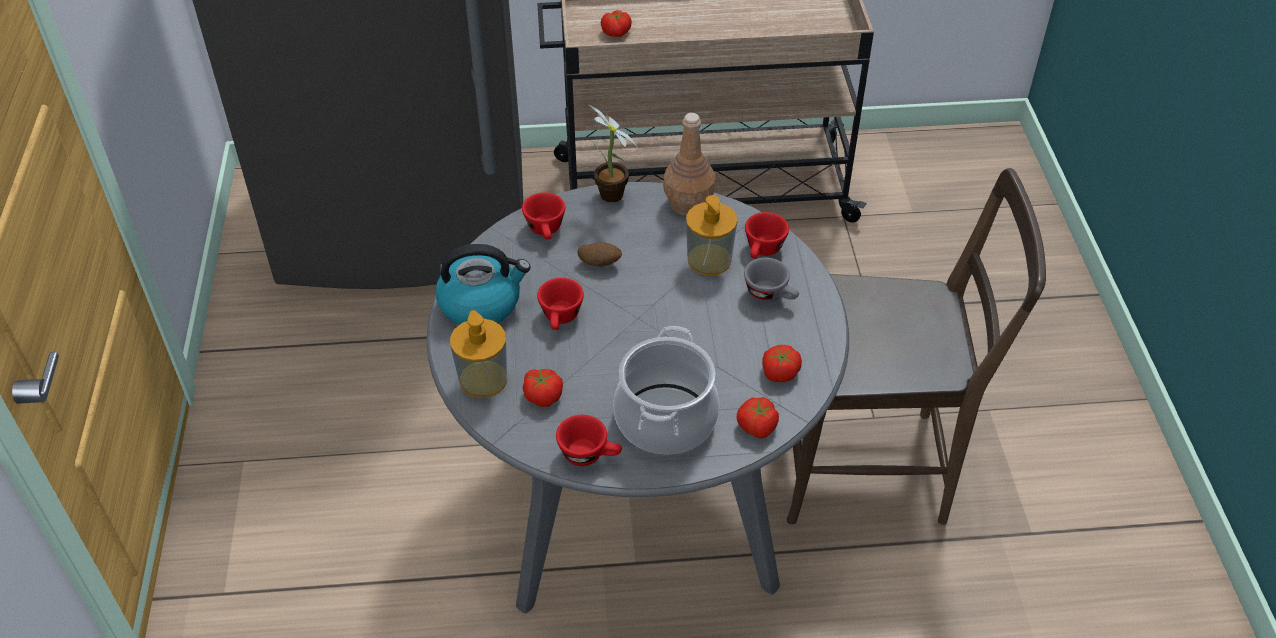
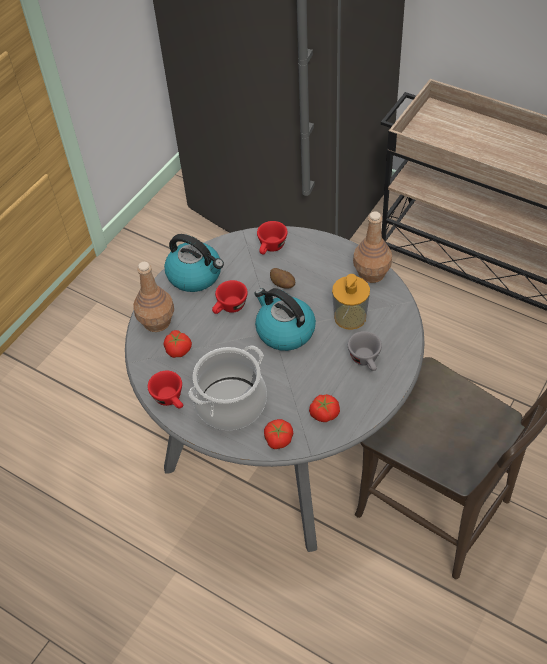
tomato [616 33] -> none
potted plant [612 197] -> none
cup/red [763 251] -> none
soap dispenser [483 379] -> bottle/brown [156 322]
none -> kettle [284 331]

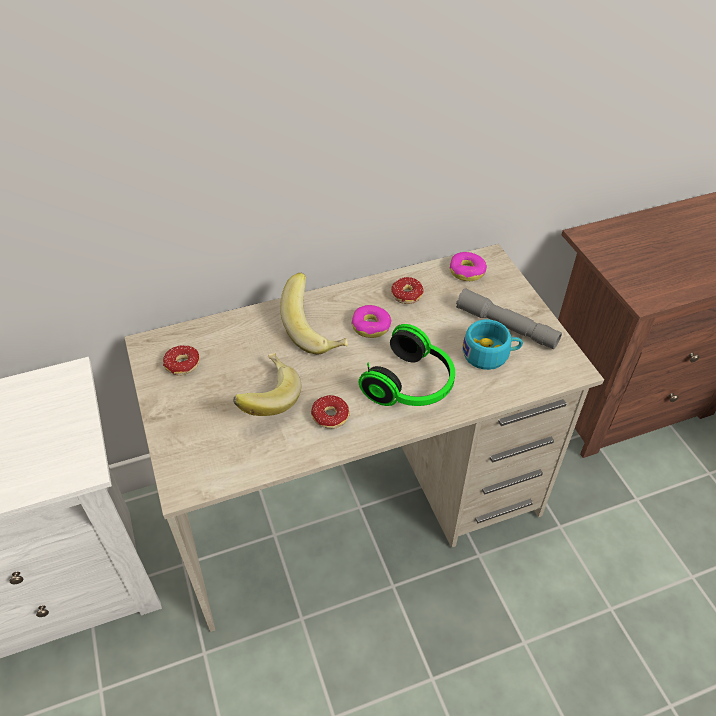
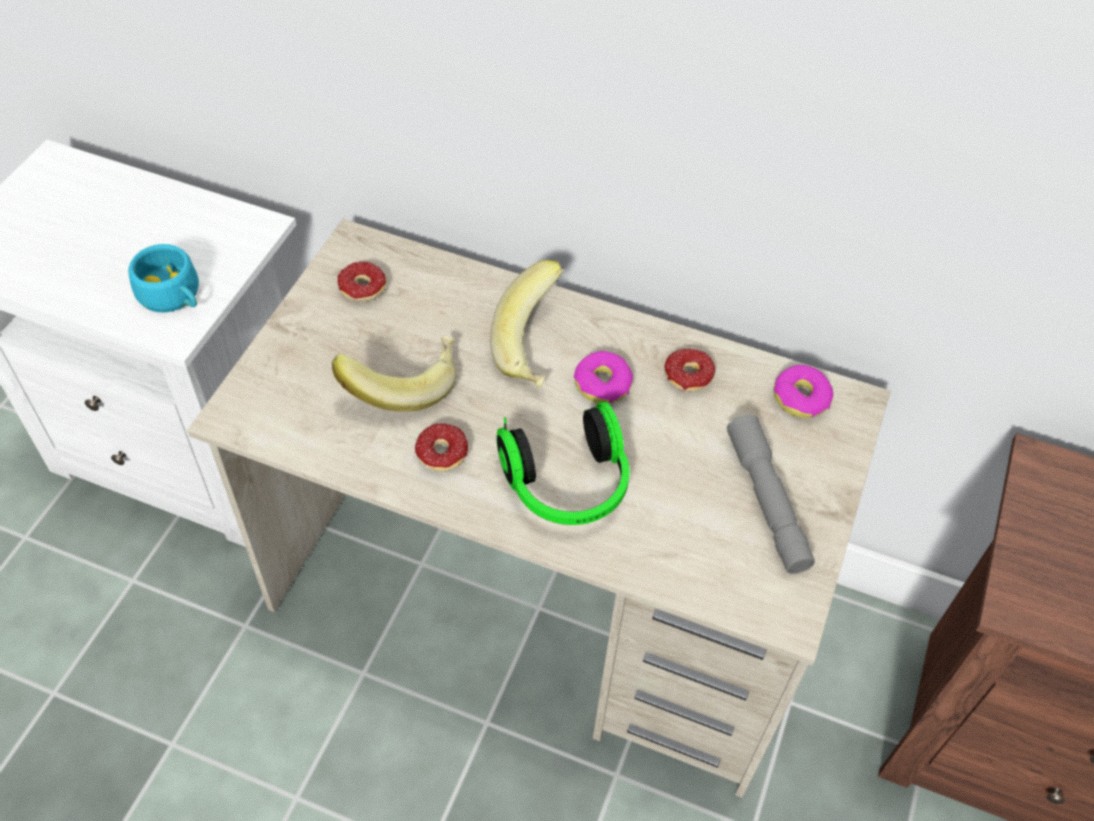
cup/turquoise [490 354] -> cup/turquoise [173 296], relocated

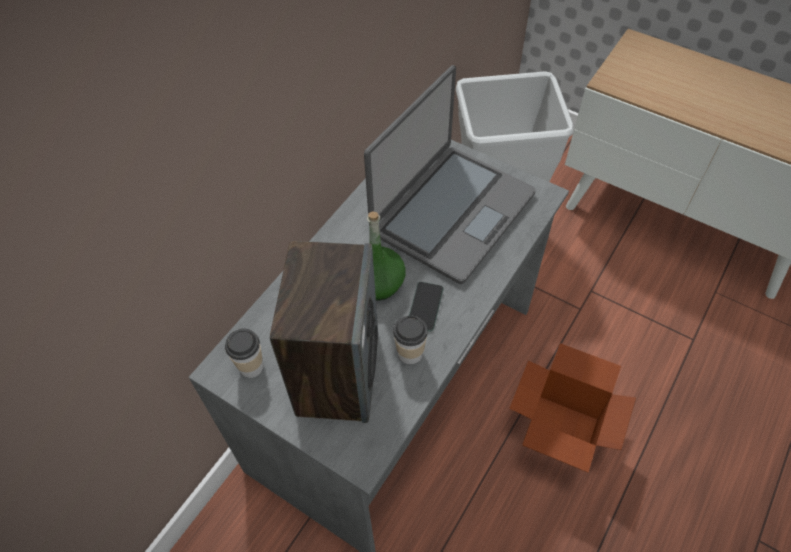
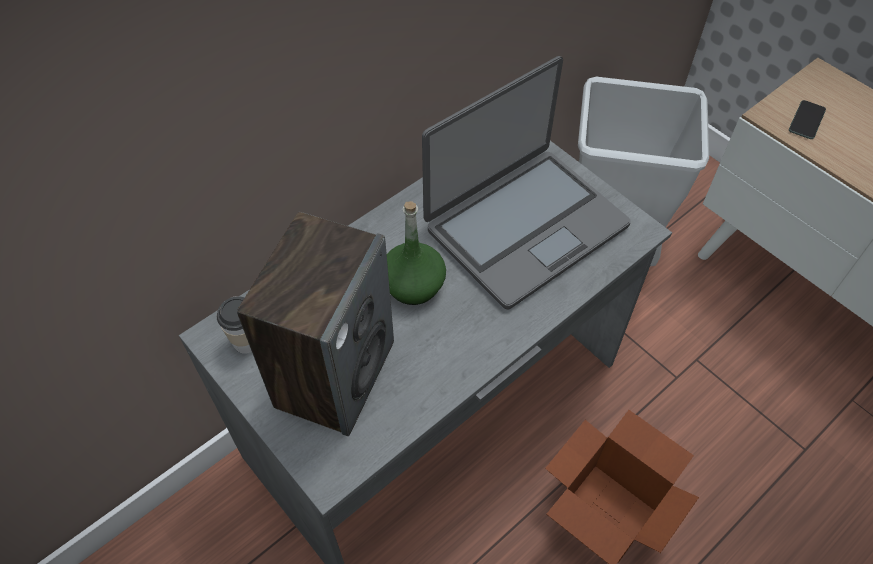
phone [425 307] -> phone [806 120], relocated
cup [410 353] -> none

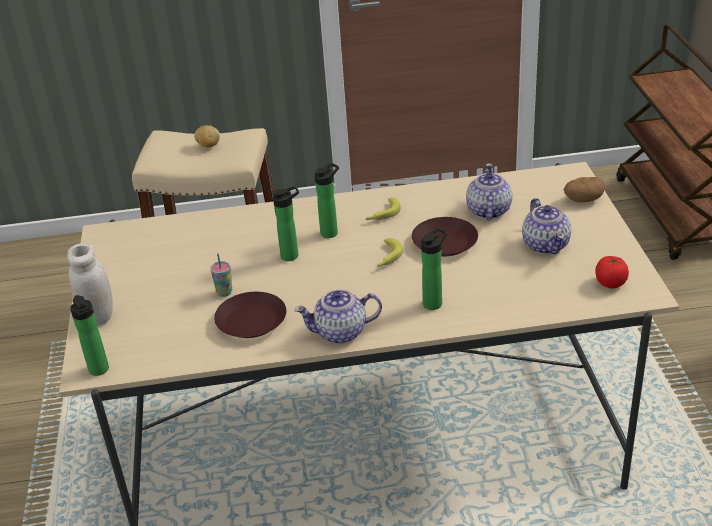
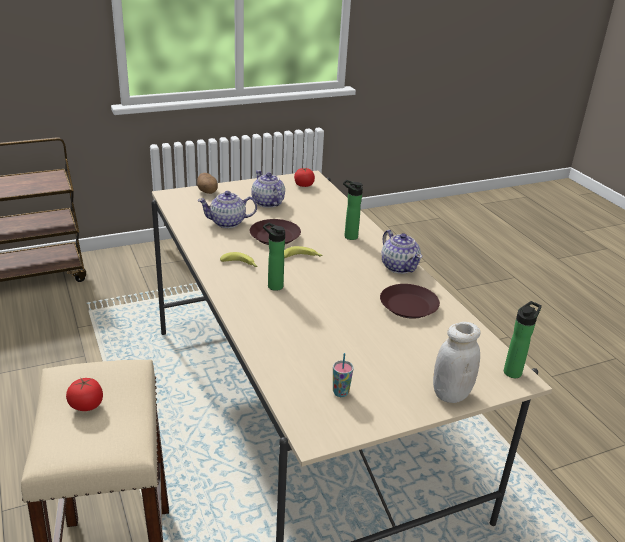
potato [208 146] -> tomato [86 405]
bottle [292 255] -> none
teapot [546 244] -> teapot [267 203], 90 degrees counterclockwise
cup [224 292] -> cup [340 392], relocated

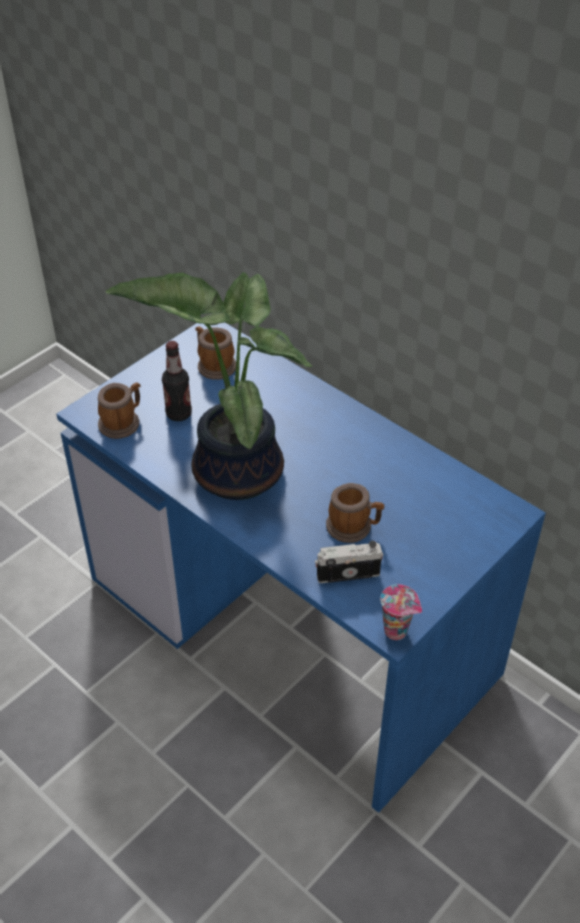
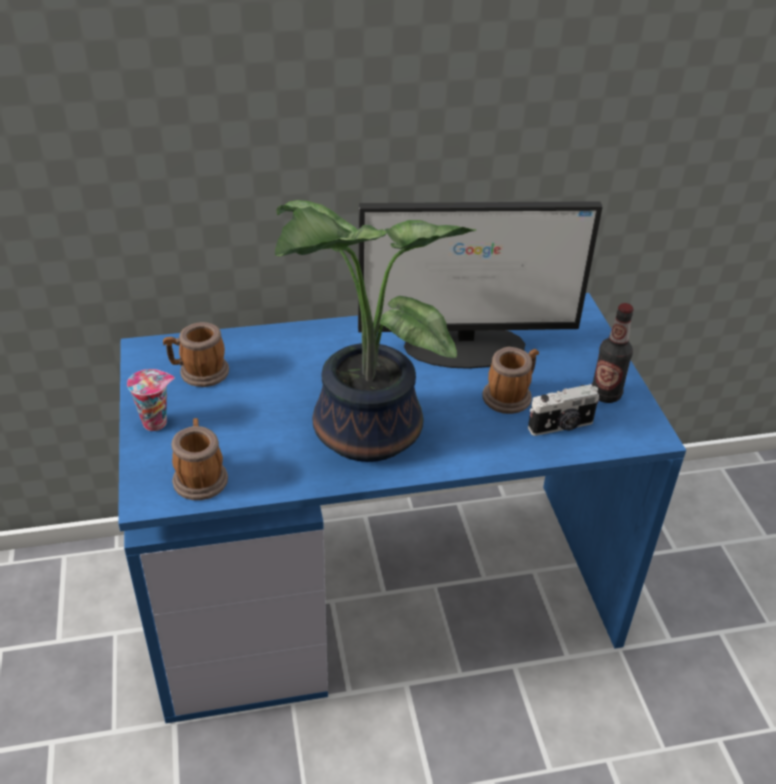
bottle [179 414] -> bottle [605 394], relocated
photo camera [347 572] -> photo camera [561 426], 135 degrees counterclockwise
cup [397 631] -> cup [156 422], relocated
none -> monitor [467 346]

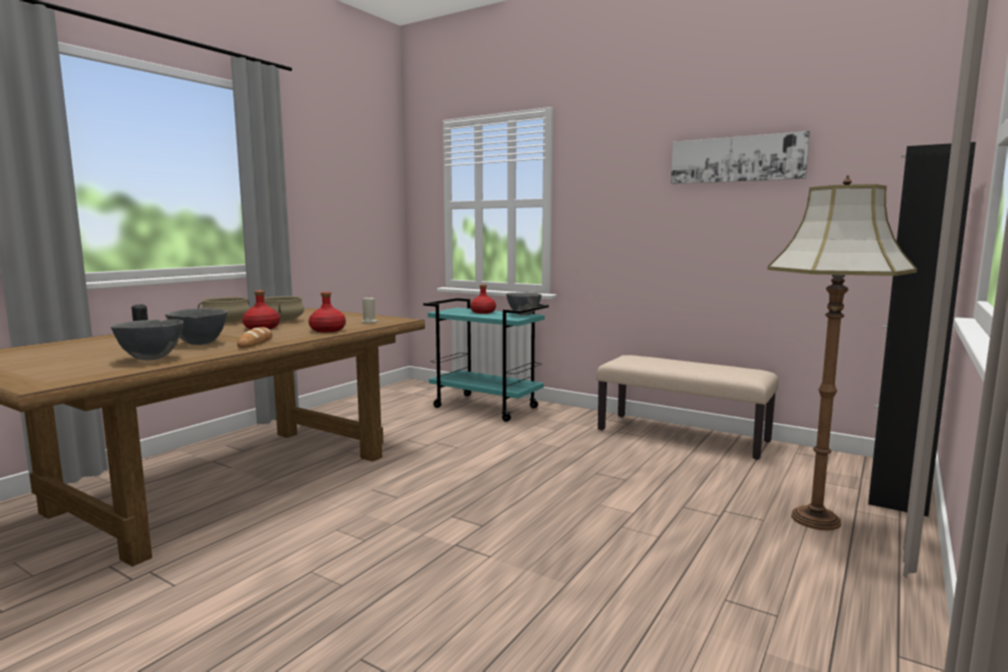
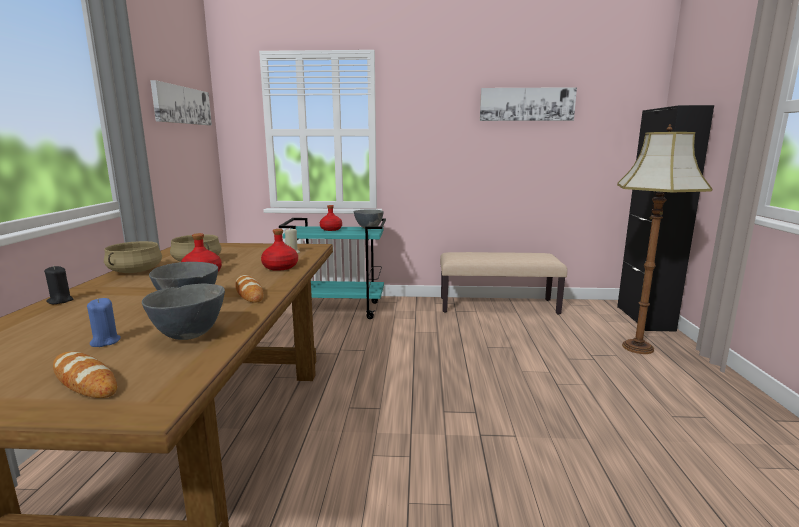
none -> picture [182 105]
none -> candle/blue [105 342]
none -> bread [84 380]

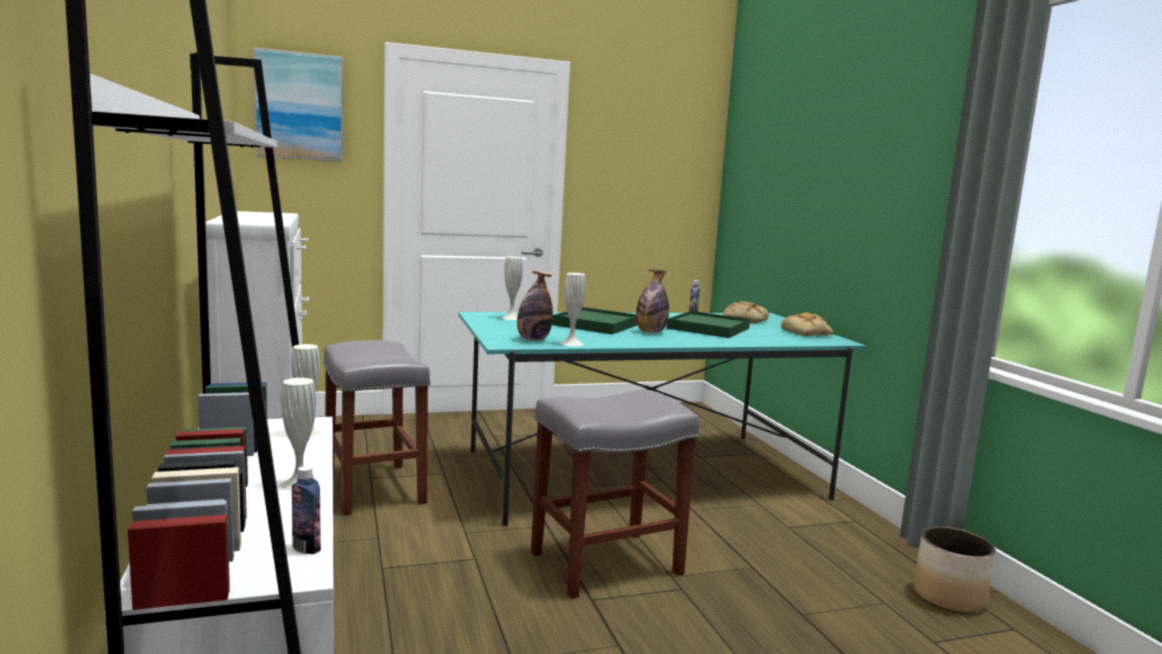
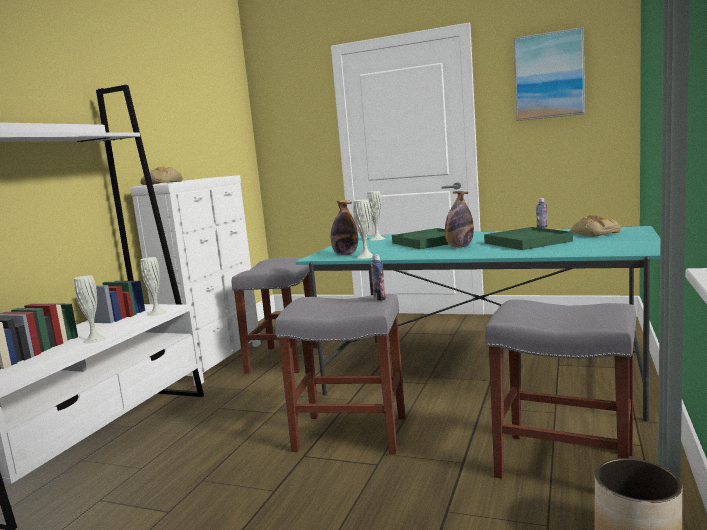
picture [299 106] -> picture [549 76], relocated
bread [807 333] -> bread [162 183], relocated
bottle [306 548] -> bottle [379 298], relocated
none -> stool/grey [562 464]

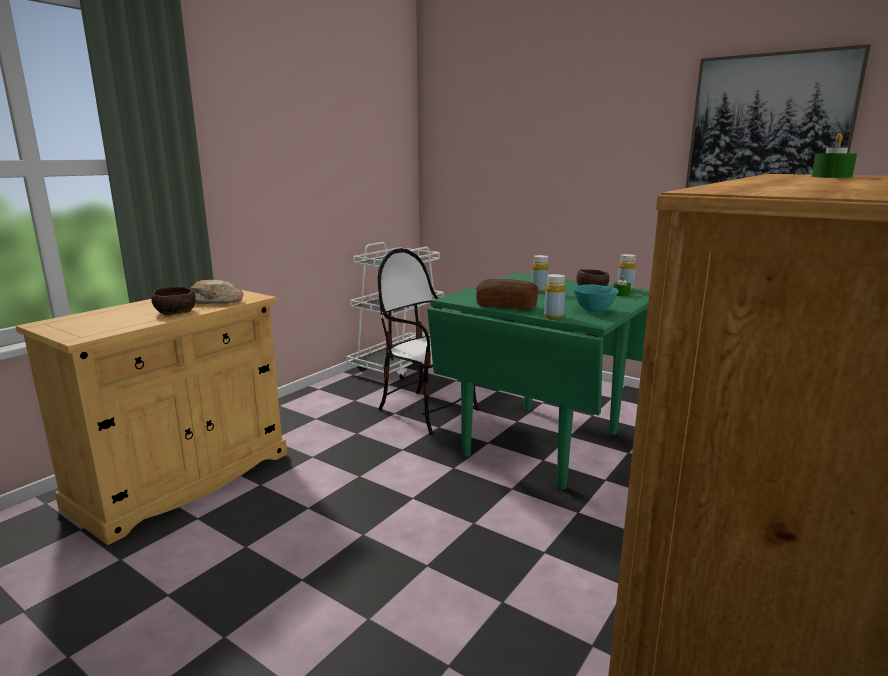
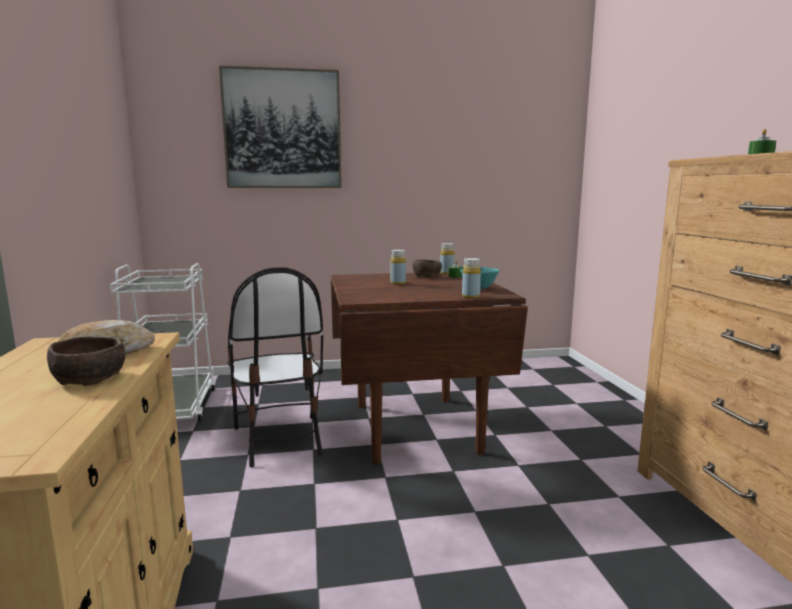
picture [768 131] -> picture [283 129], relocated
chair [428 411] -> chair [279 439], 105 degrees counterclockwise
dining table/green [543 443] -> dining table/brown [416 427]
bread [506 306] -> none

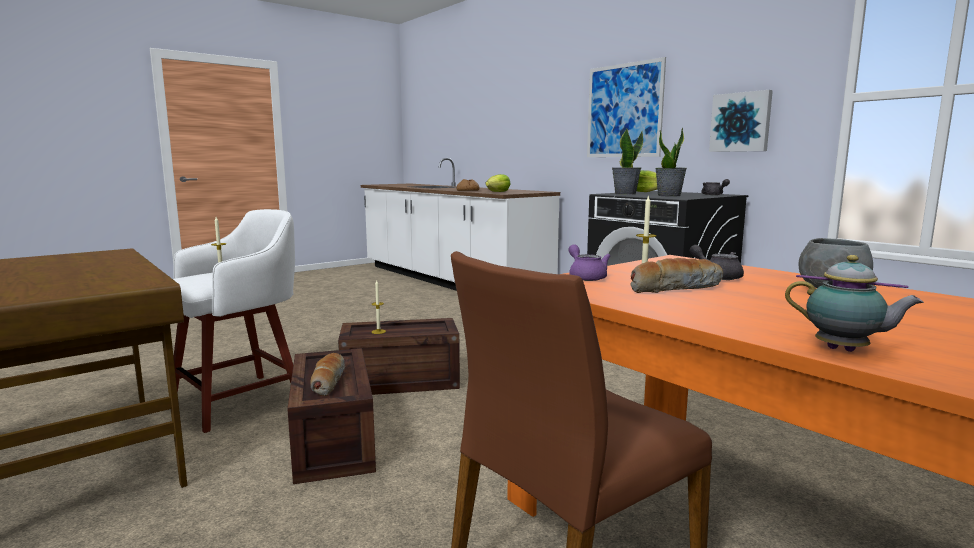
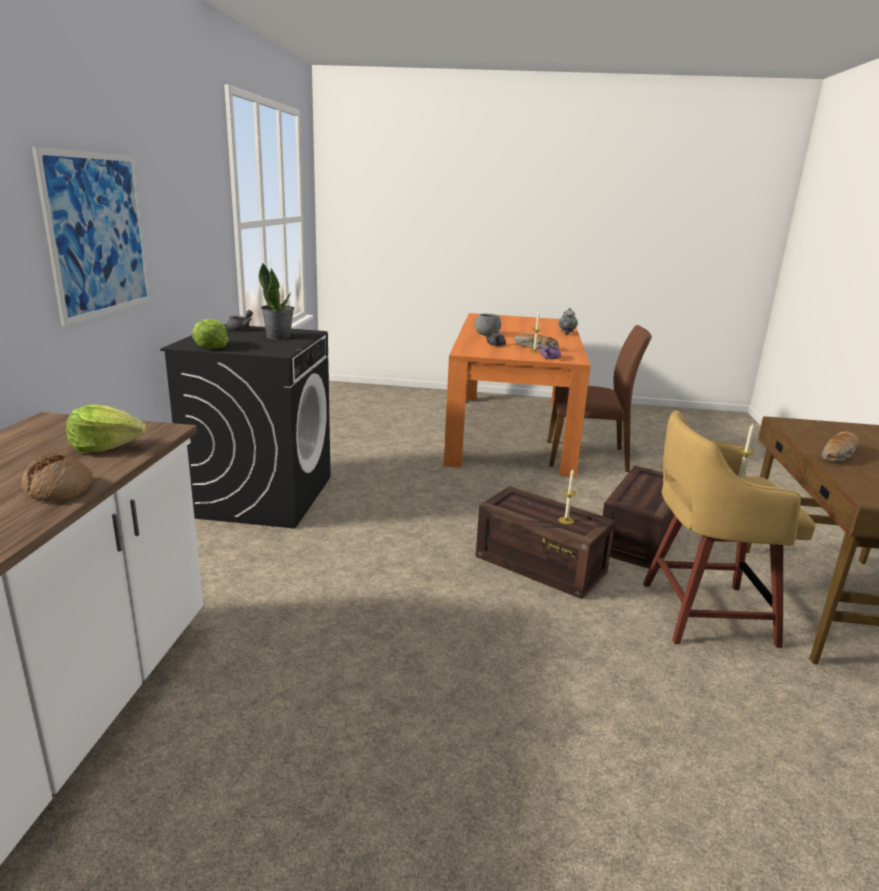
picture [741 122] -> none
potted plant [625 194] -> none
stool/white [241 400] -> stool/yellow [702 613]
bread [328 381] -> bread [839 455], relocated

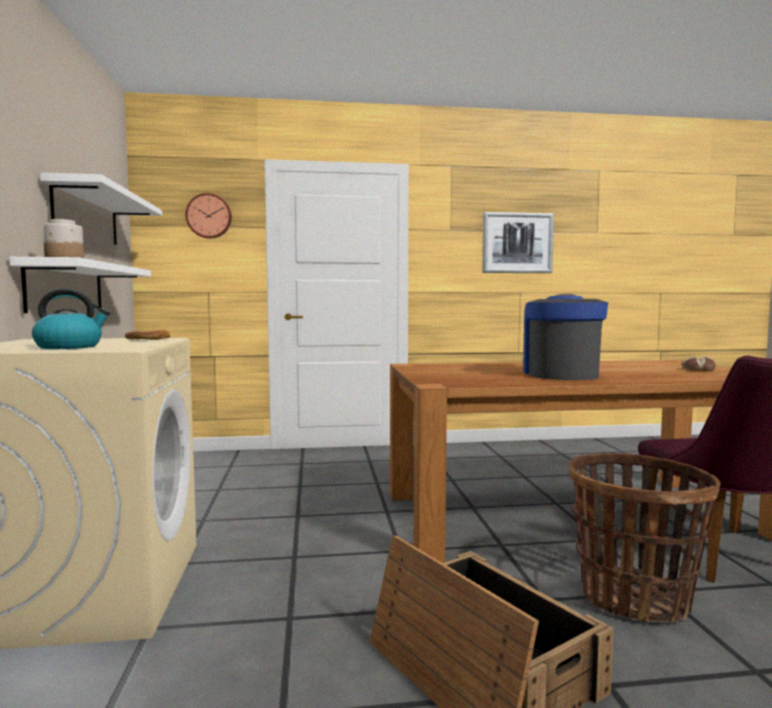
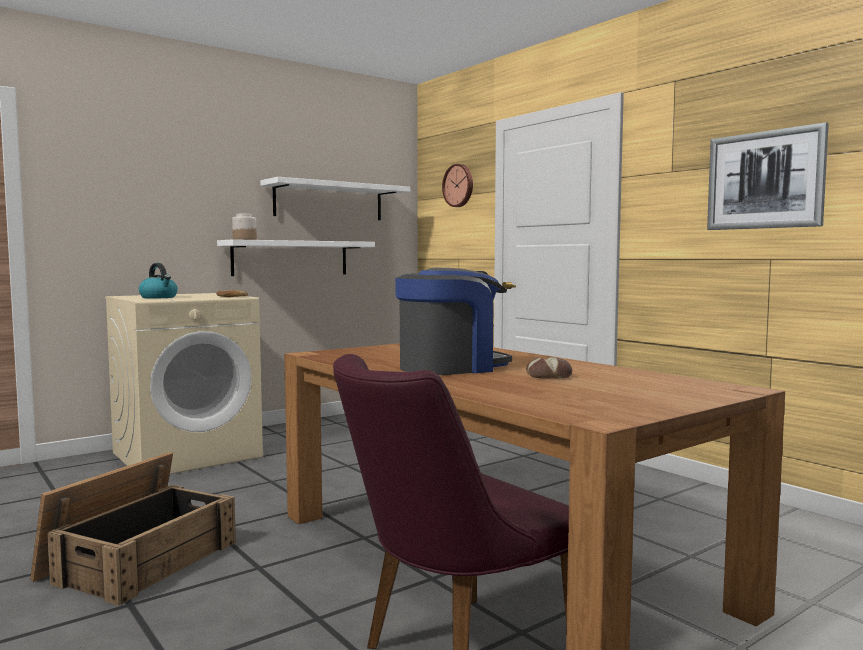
bread [698 369] -> bread [548 375], relocated
basket [634 598] -> none

